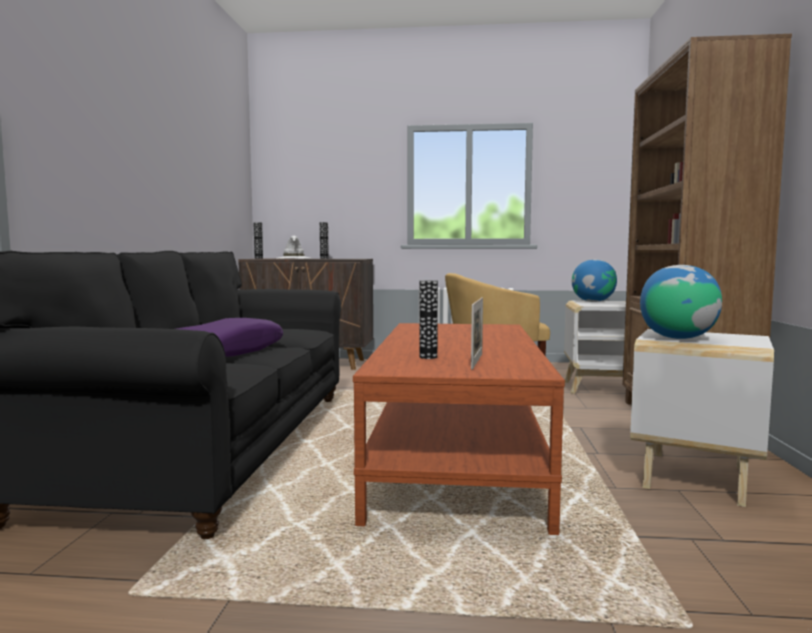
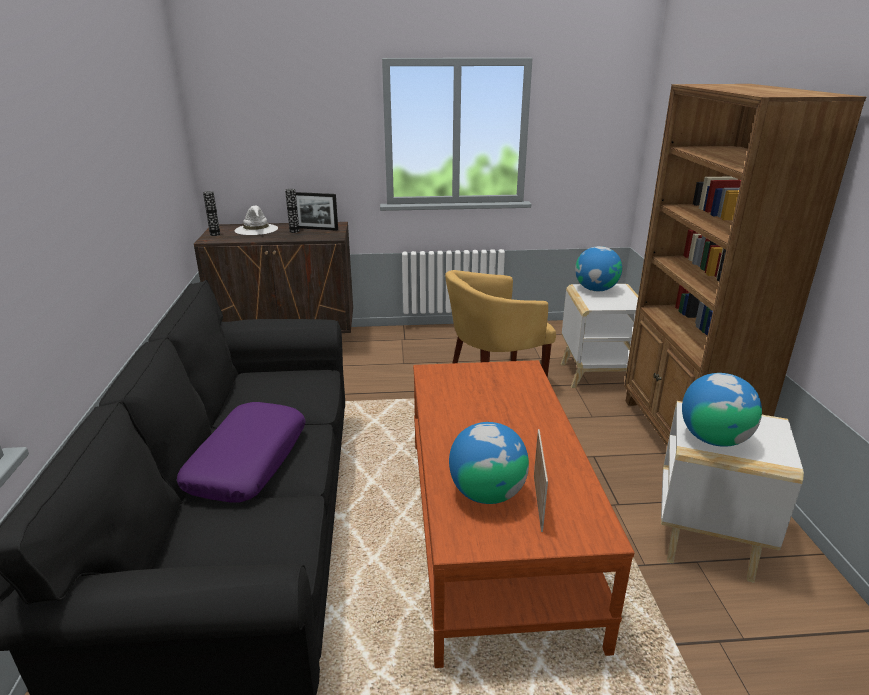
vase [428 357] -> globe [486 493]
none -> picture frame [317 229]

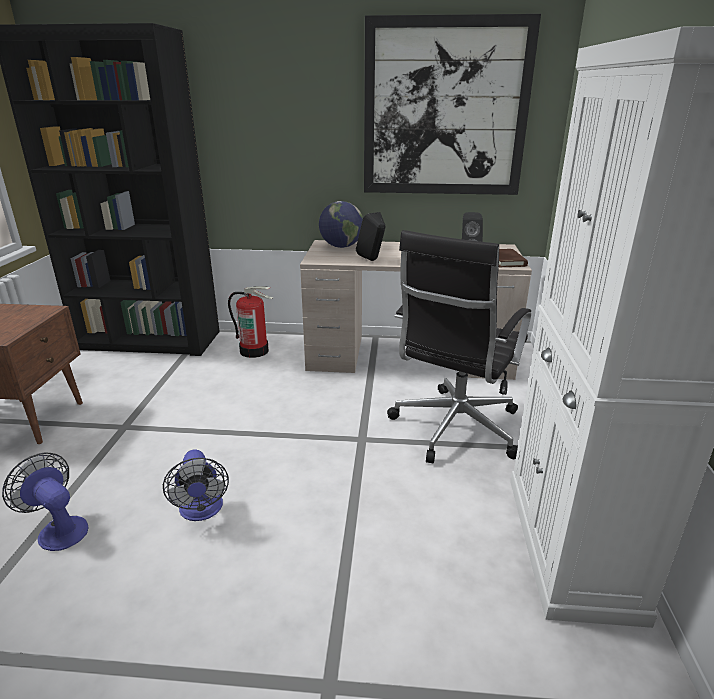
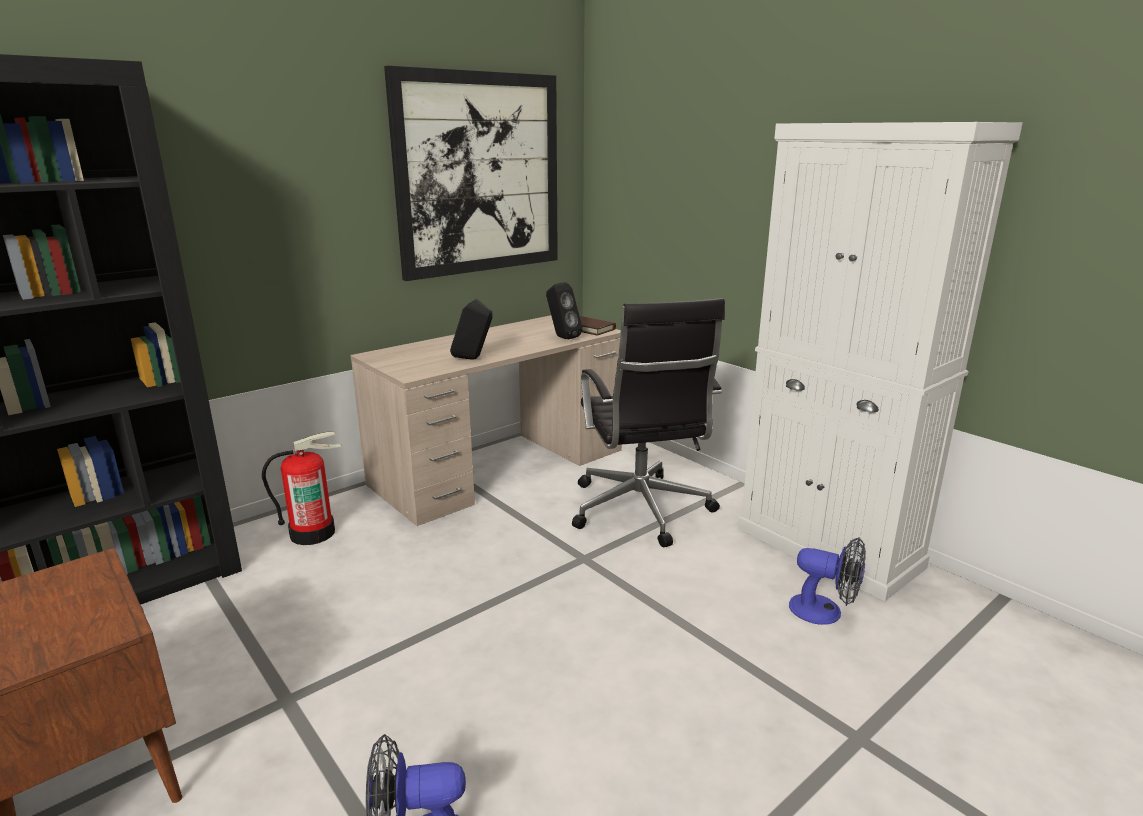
globe [341 246] -> none
fan [202 511] -> fan [825 612], relocated

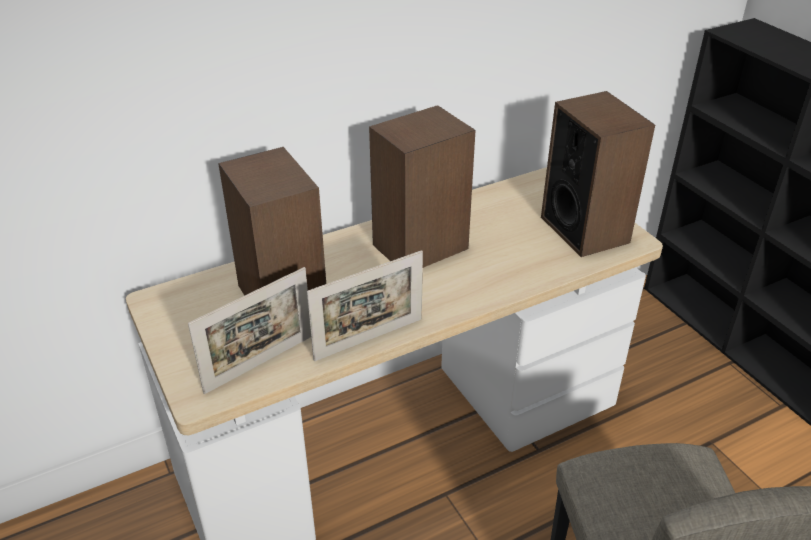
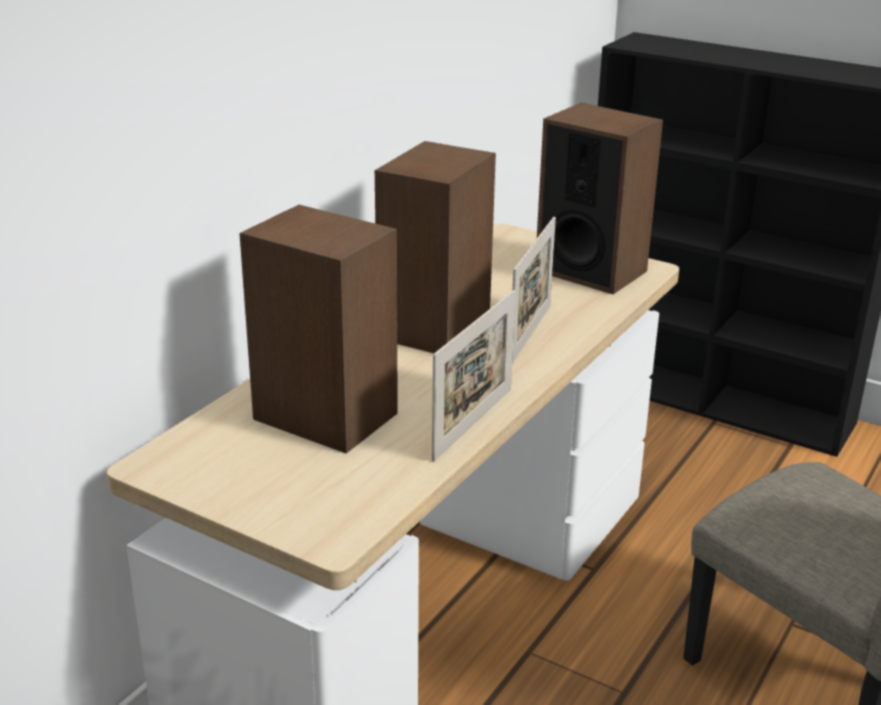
picture frame [259 363] -> picture frame [530 334], relocated

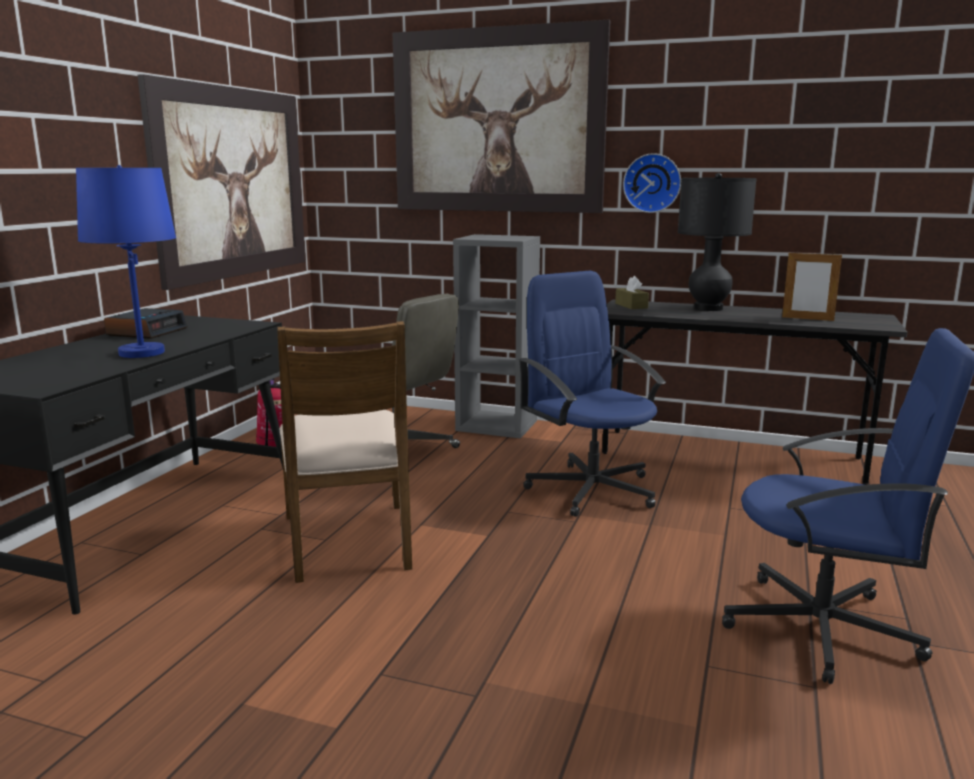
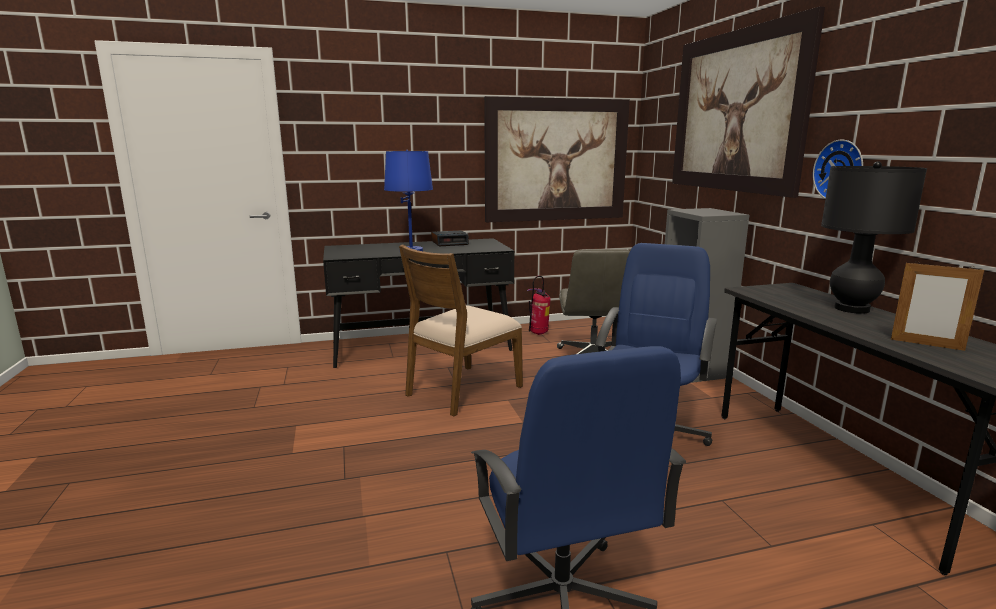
picture frame [807 319] -> picture frame [926 344], 45 degrees counterclockwise
tissue box/brown [631 306] -> none

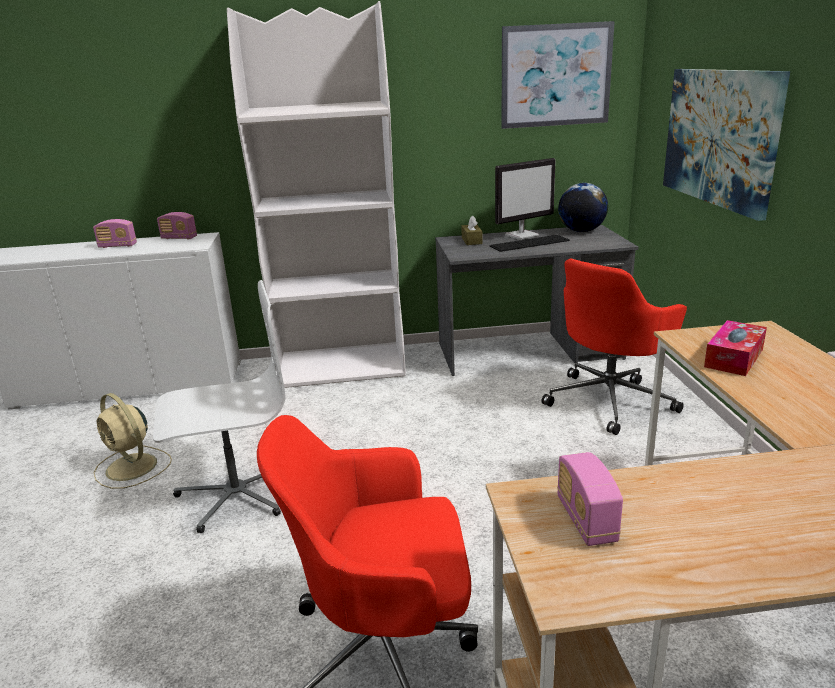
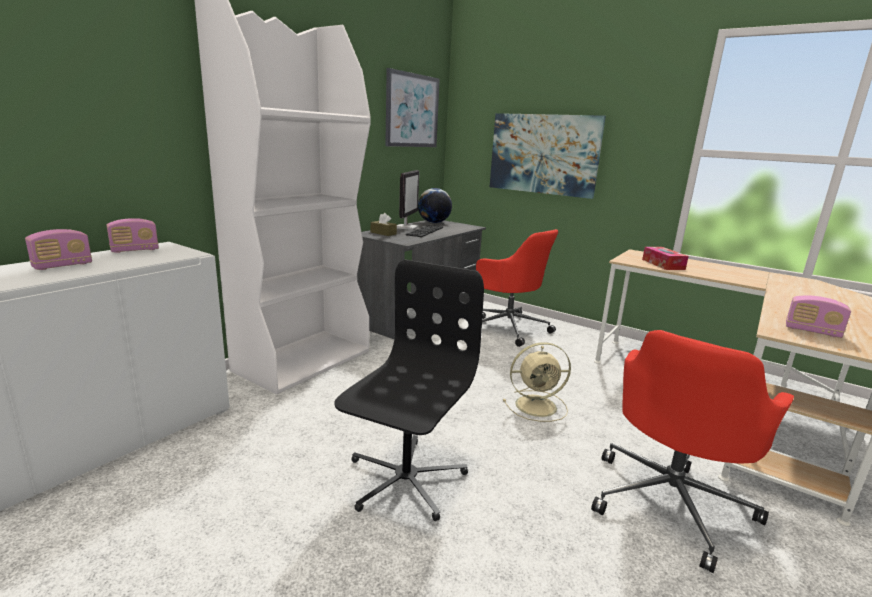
office chair/red [610 400] -> office chair/red [507 328], 45 degrees counterclockwise
office chair/white [235 494] -> office chair/black [404 479]
fan/beige [132 468] -> fan/beige [537 405], relocated

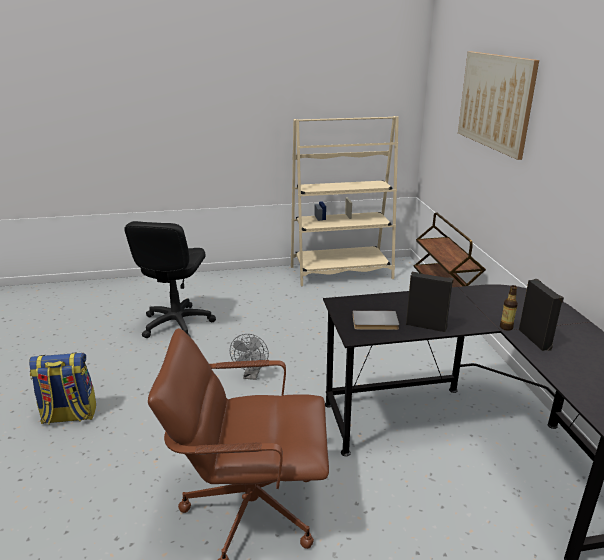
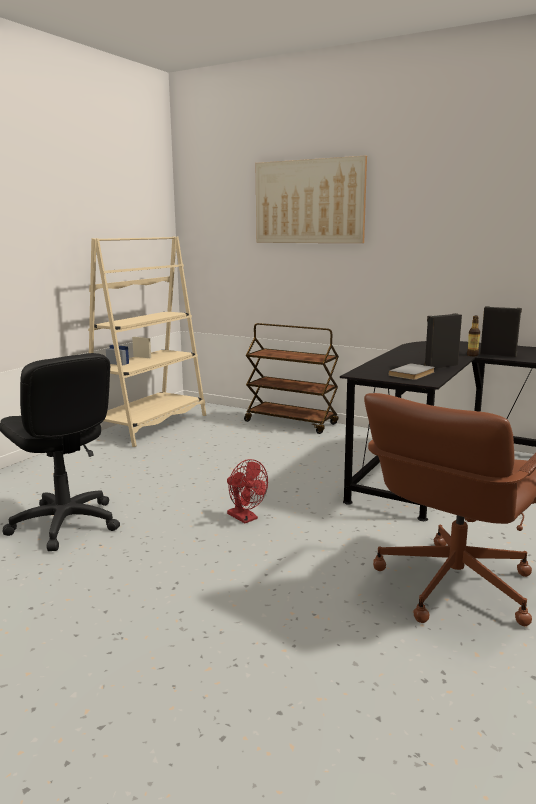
fan/grey [251 375] -> fan/red [246 518]
backpack [69 416] -> none

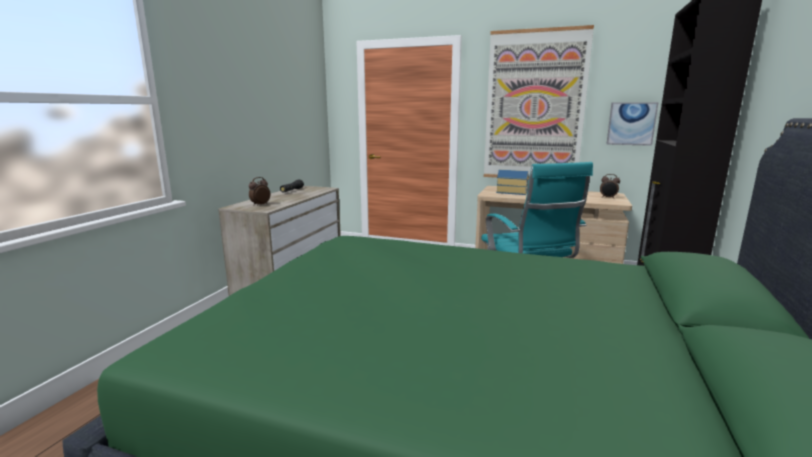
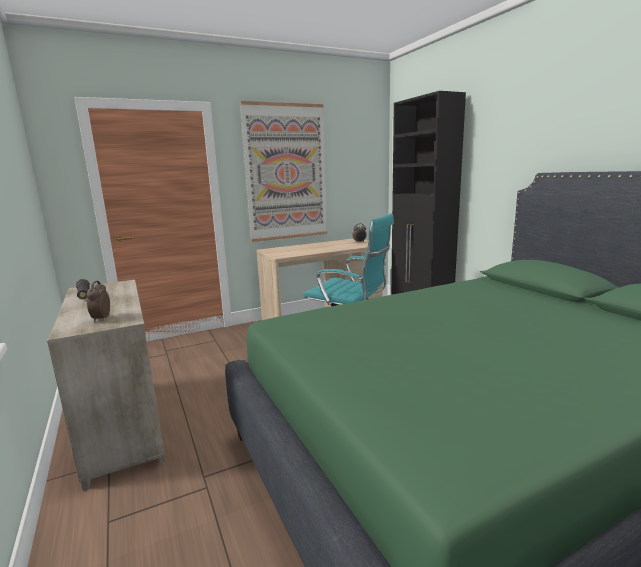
picture [631 123] -> none
toy house [511 192] -> none

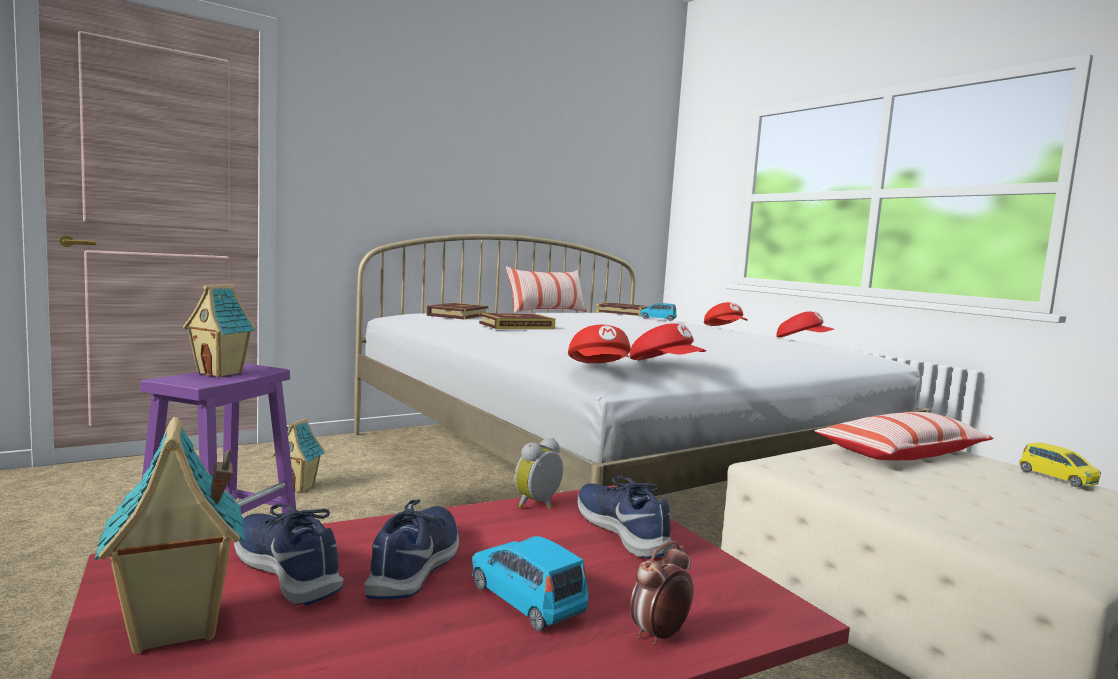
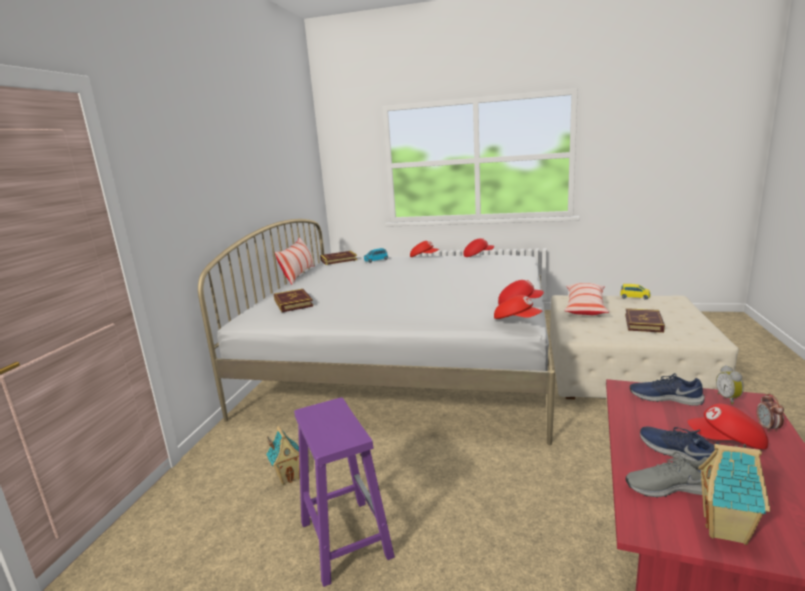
toy house [221 373] -> none
book [516 326] -> book [643 323], relocated
alarm clock [539 505] -> alarm clock [729 398], relocated
shoe/blue [288 568] -> shoe/grey [669 487]
toy car/blue [526 599] -> cap/red [727 442]

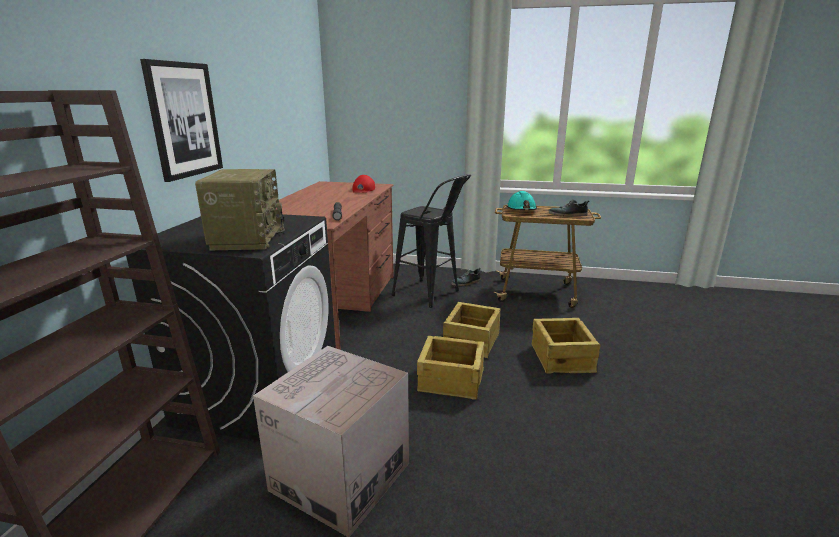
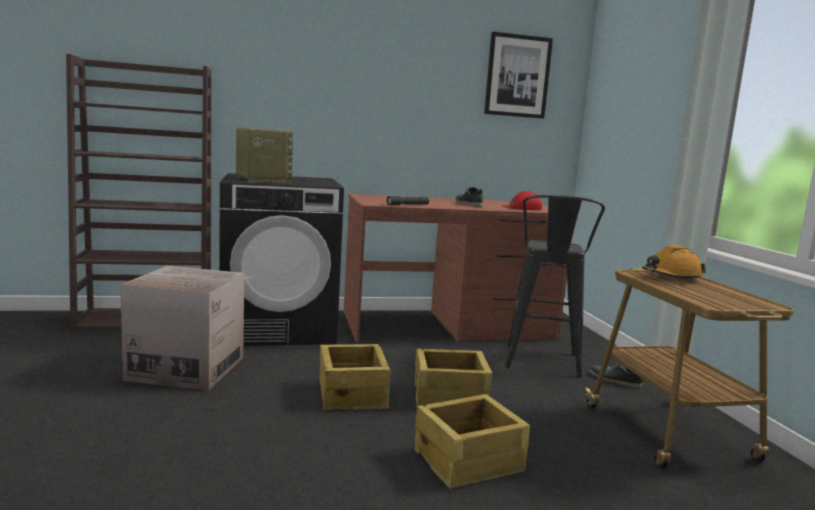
picture [184 120] -> picture [517 76], relocated
radio [246 239] -> radio [262 180], 90 degrees counterclockwise
hard hat/turquoise [521 209] -> hard hat/orange [671 276]
shoe [568 214] -> shoe [468 204], relocated

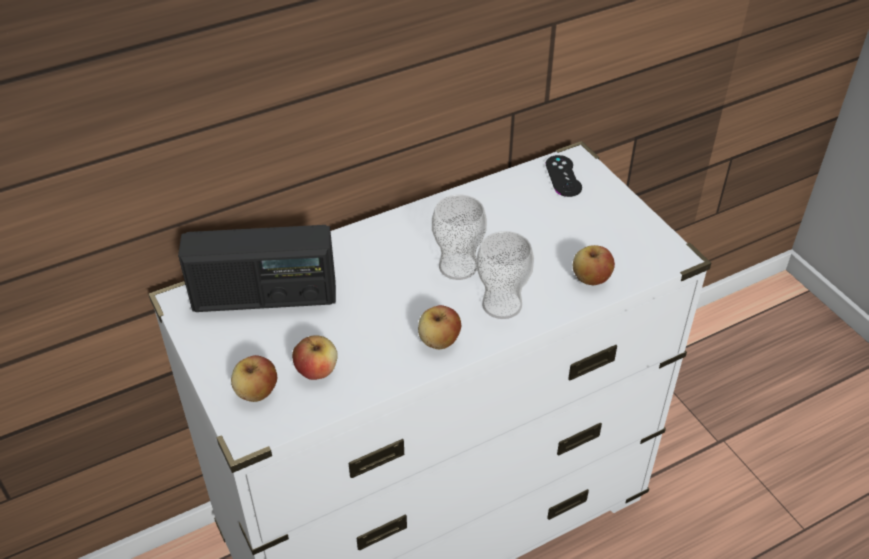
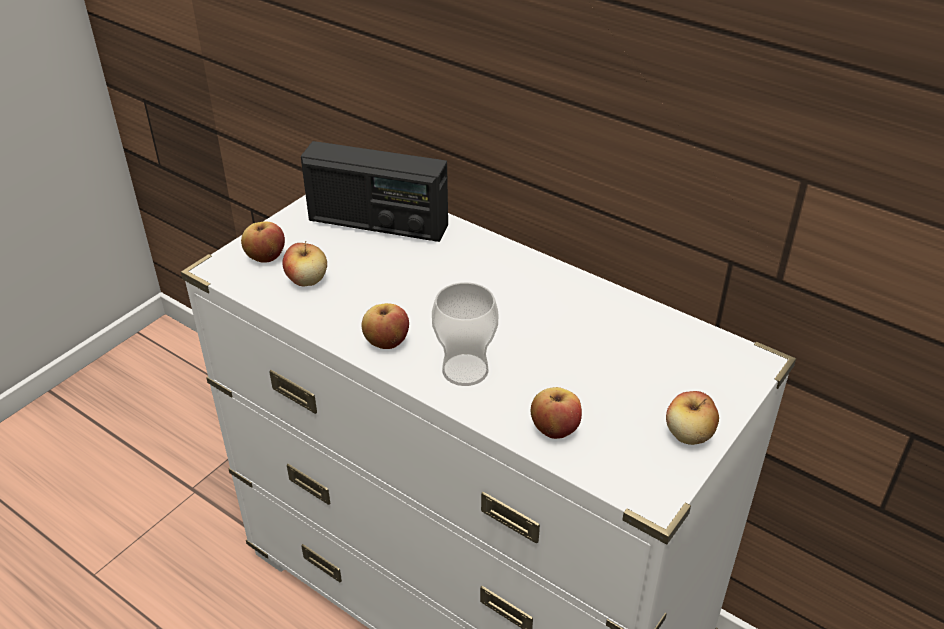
game controller/black [563 176] -> none
cup [458 266] -> none
radio [264 297] -> radio [378 223], 45 degrees counterclockwise
none -> apple [689 435]

